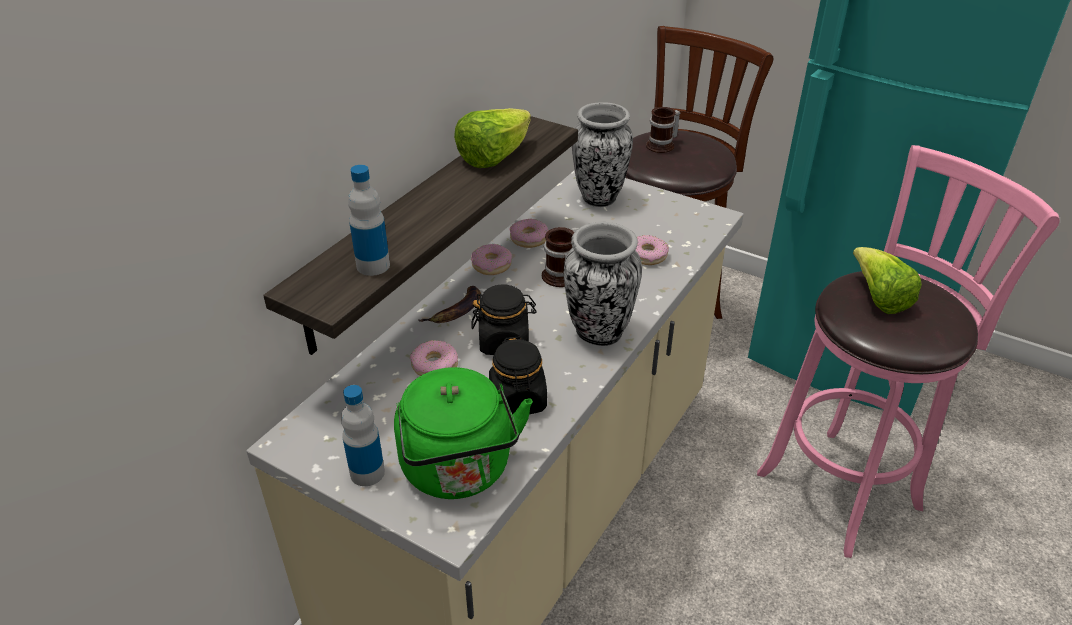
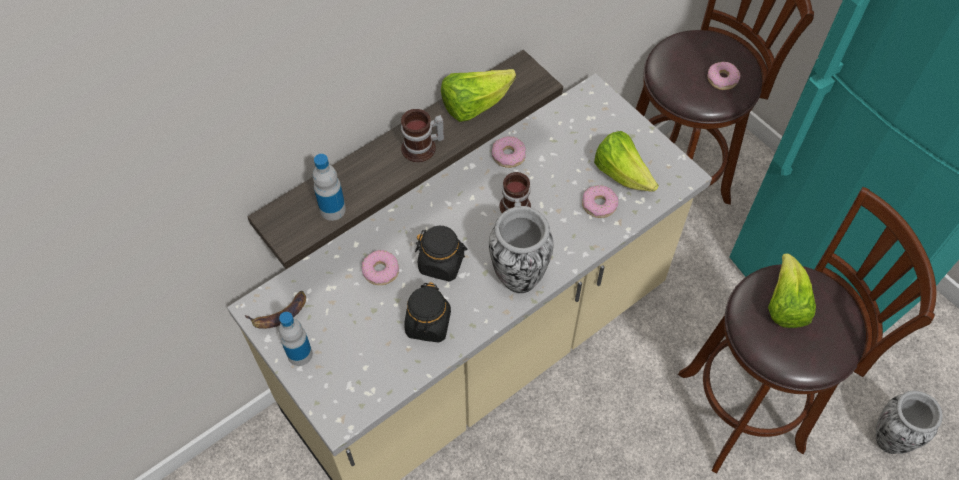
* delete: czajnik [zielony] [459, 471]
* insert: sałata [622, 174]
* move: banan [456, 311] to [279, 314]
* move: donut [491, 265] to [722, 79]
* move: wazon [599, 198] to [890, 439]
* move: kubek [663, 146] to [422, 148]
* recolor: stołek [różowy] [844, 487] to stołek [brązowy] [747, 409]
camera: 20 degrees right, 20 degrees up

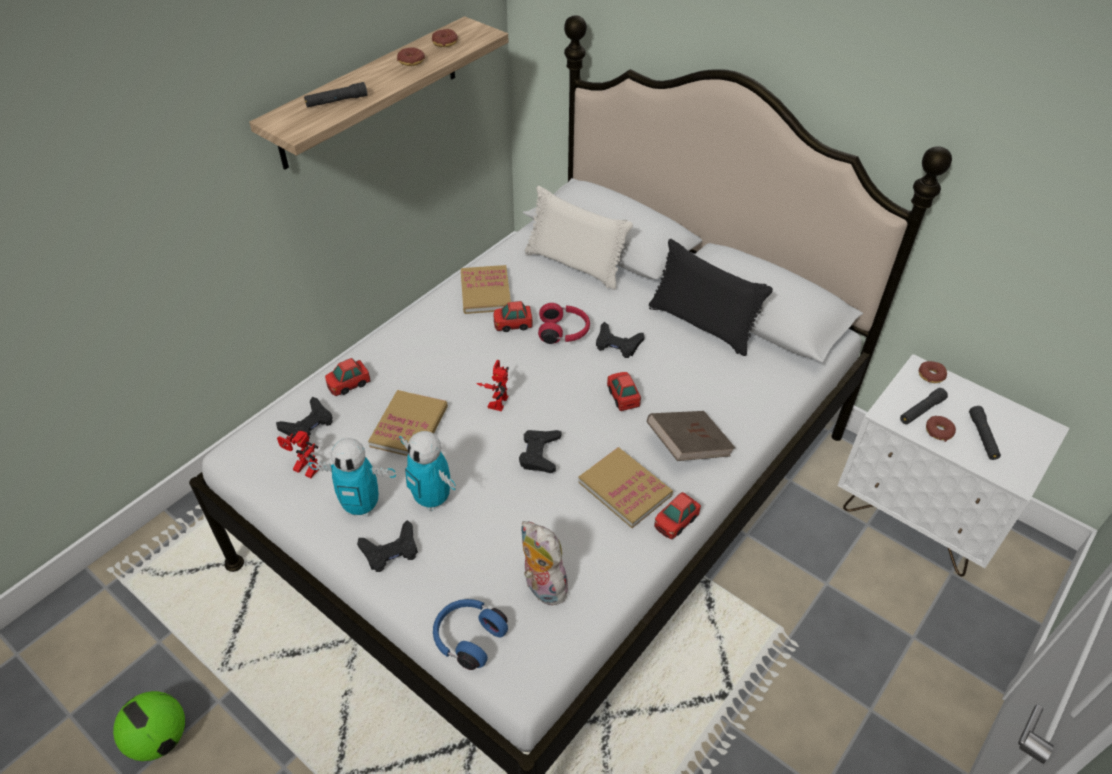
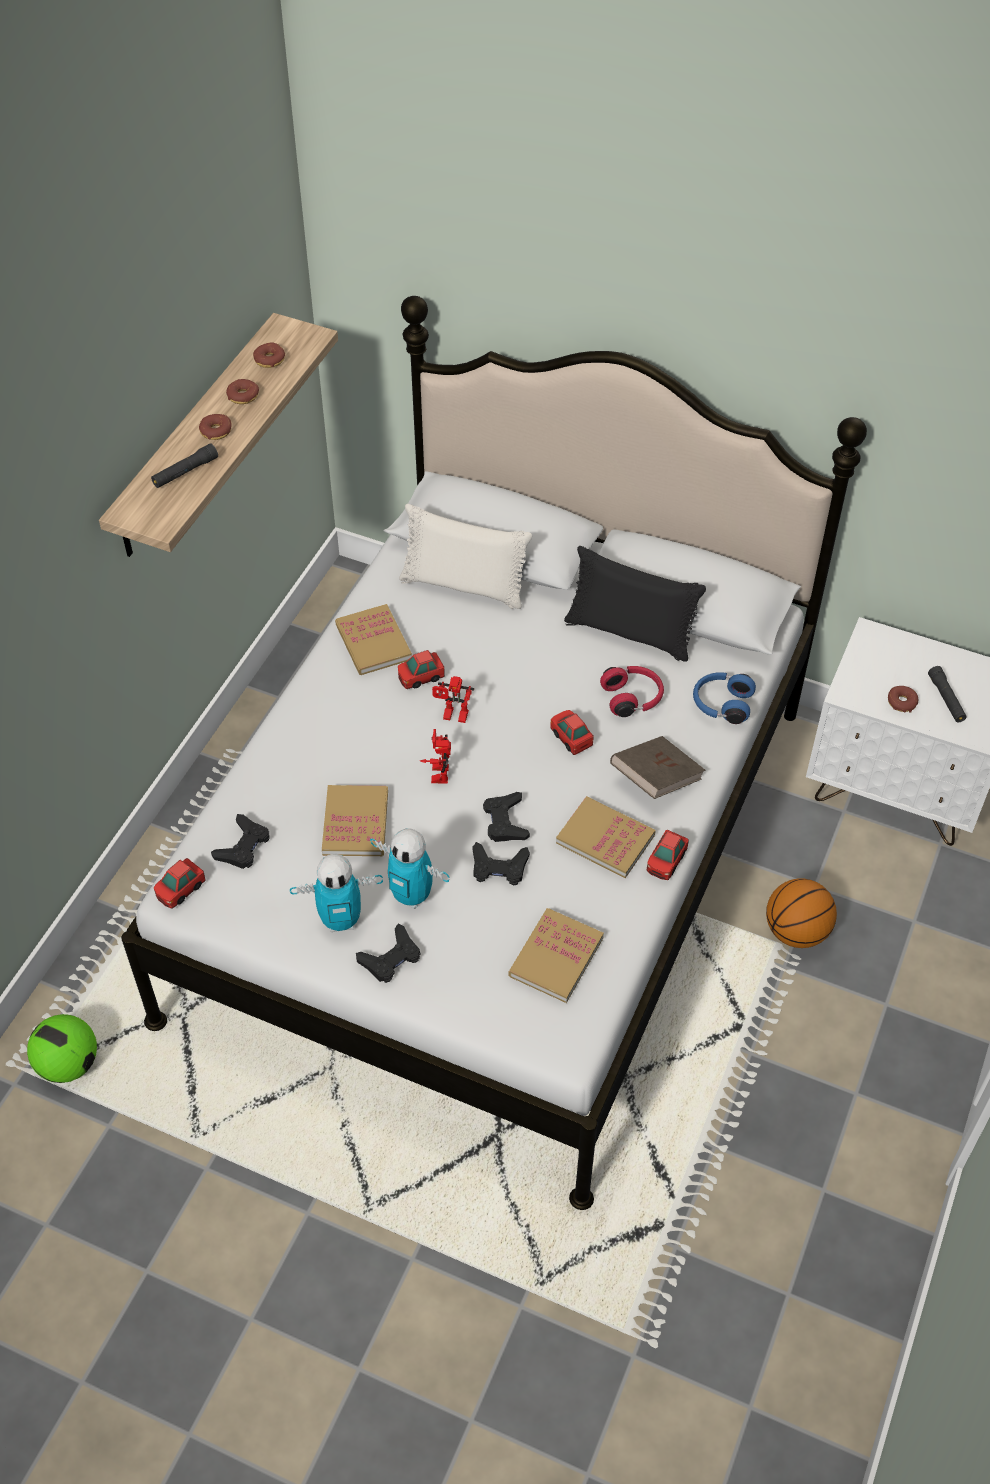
* delete: latarka [czarny] [921, 410]
* insert: piłka do koszykówki [795, 931]
* move: piłka futbolowa [159, 738] to [68, 1064]
* move: robot zabawkowy [303, 470] to [453, 717]
* move: samochodzik [348, 384] to [180, 889]
* move: słuchawki [niebieski] [468, 637] to [721, 704]
* move: słuchawki [czerwony] [564, 332] to [633, 698]
* move: pad do gier [czarny] [617, 344] to [499, 868]
* move: donut [931, 375] to [216, 431]
* replace: pluszak [542, 586] to książka [556, 957]
camera: 15 degrees left, 5 degrees up

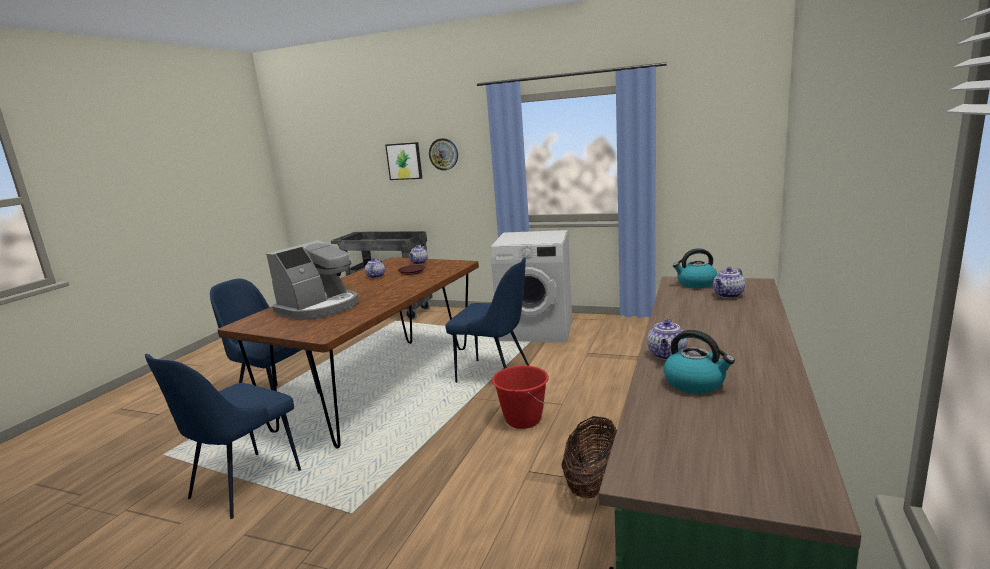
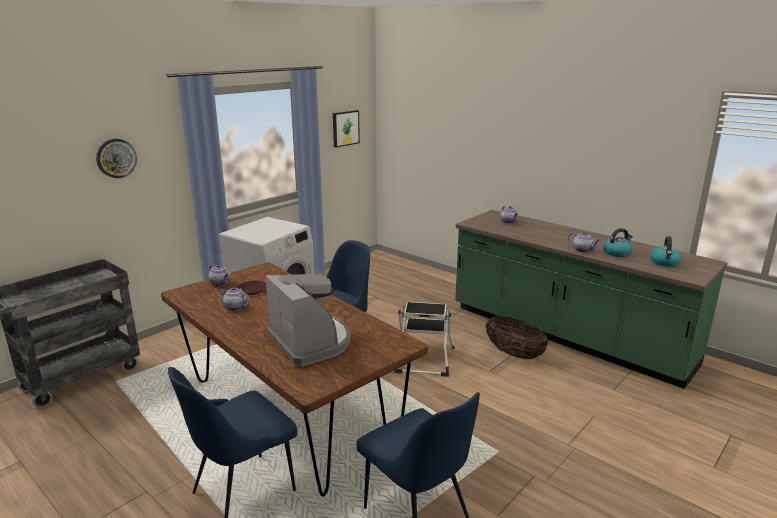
* move: obraz [404, 161] to [345, 128]
* move: czajnik [696, 284] to [664, 263]
* replace: wiadro [czerwony] [523, 420] to drabinka [423, 358]
camera: 70 degrees left, 5 degrees up

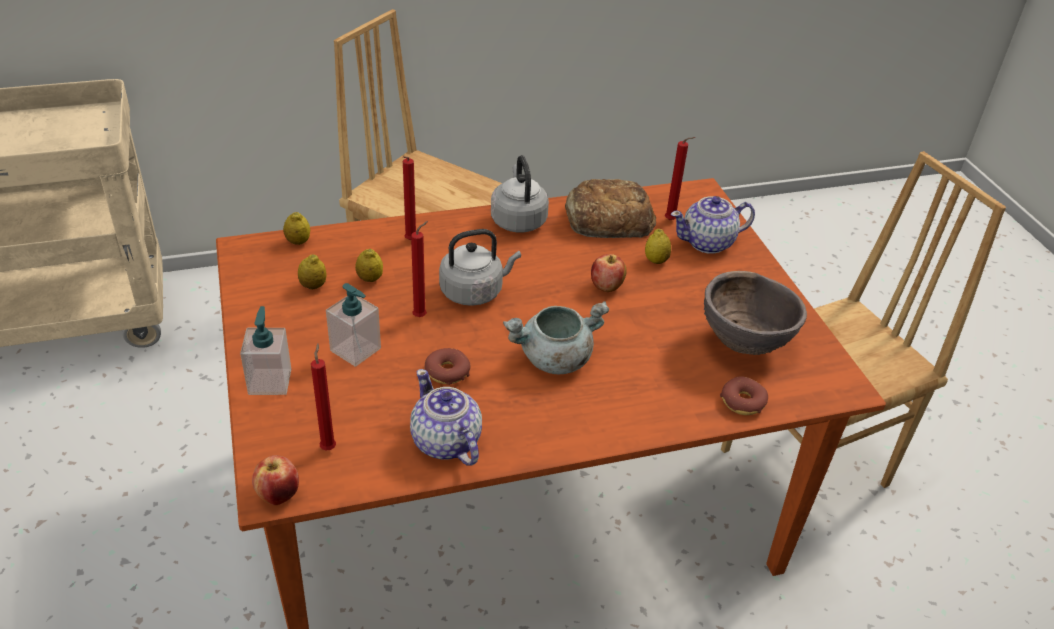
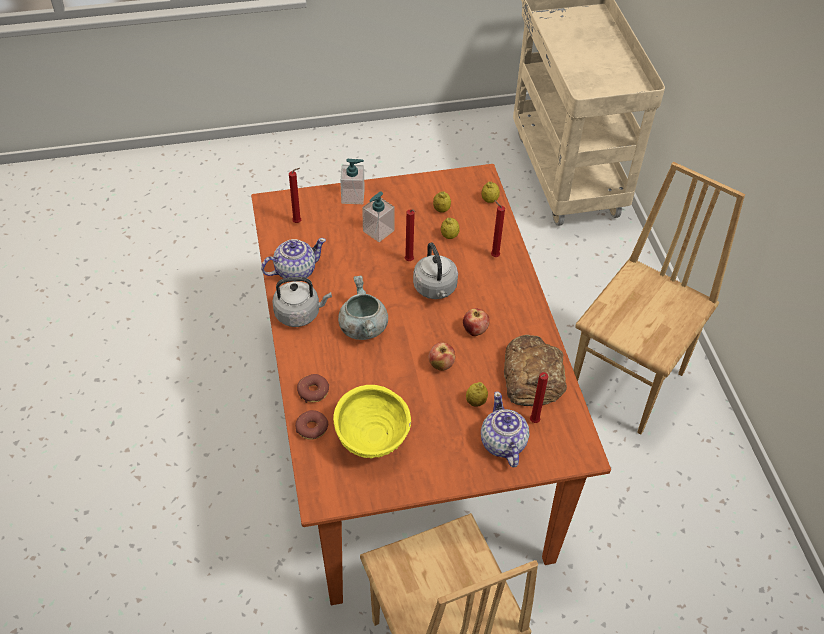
* move: jabłko [278, 495] to [475, 331]
* move: donut [447, 372] to [313, 391]
* move: czajnik [szary] [518, 220] to [300, 314]
* recolor: miska [brązowy] [744, 344] to miska [żółty] [372, 442]
camera: 95 degrees right, 10 degrees up

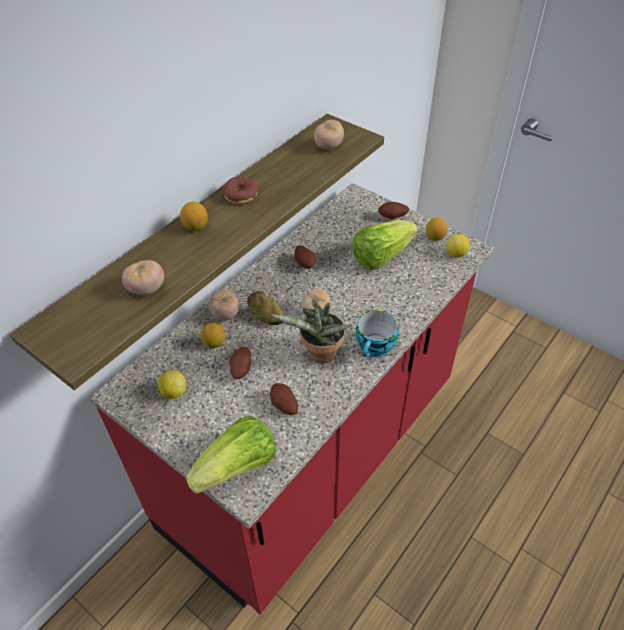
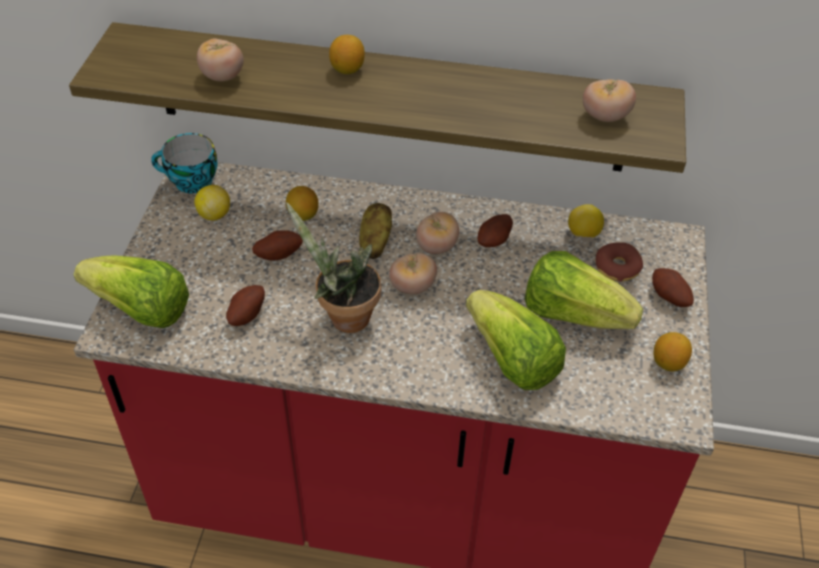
* insert: sałata [511, 360]
* move: pomidor [225, 314] to [436, 246]
* move: donut [241, 195] to [617, 267]
* move: filiżanka [375, 348] to [190, 182]
* move: cytryna [456, 254] to [583, 234]
camera: 60 degrees right, 0 degrees up

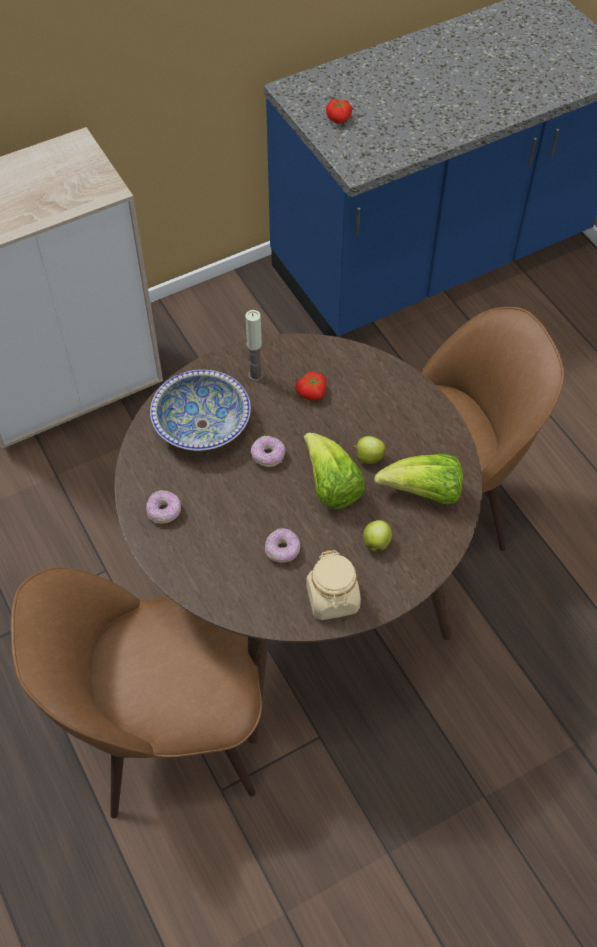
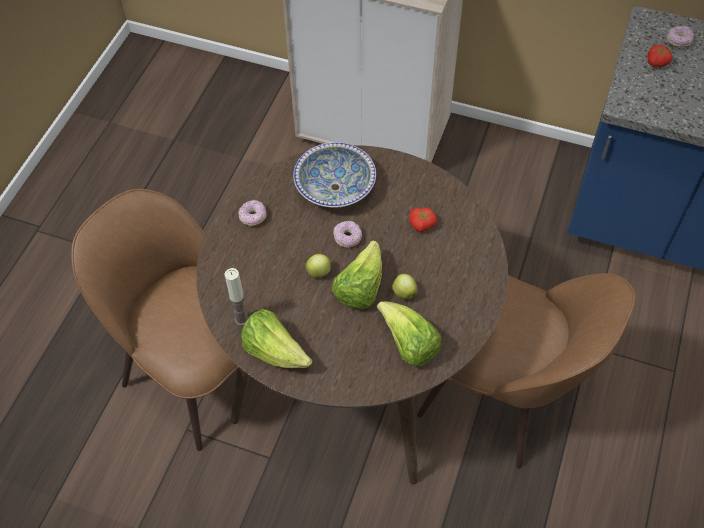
* move: świeca [255, 375] to [241, 319]
* move: donut [282, 550] to [678, 41]
* move: jabłko [376, 542] to [319, 272]
* replace: słoik [beżowy] [333, 599] to sałata [275, 351]
camera: 50 degrees right, 0 degrees up

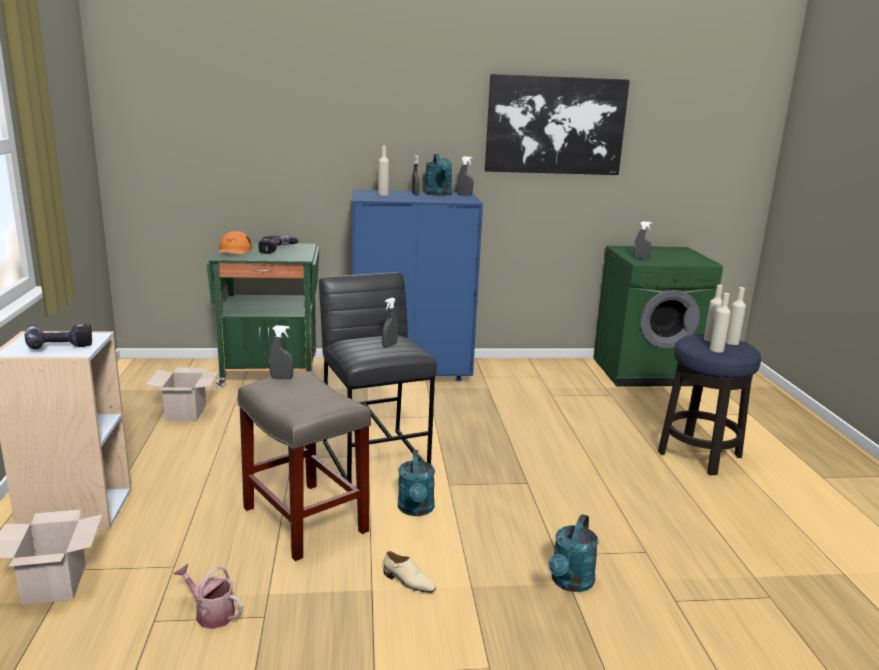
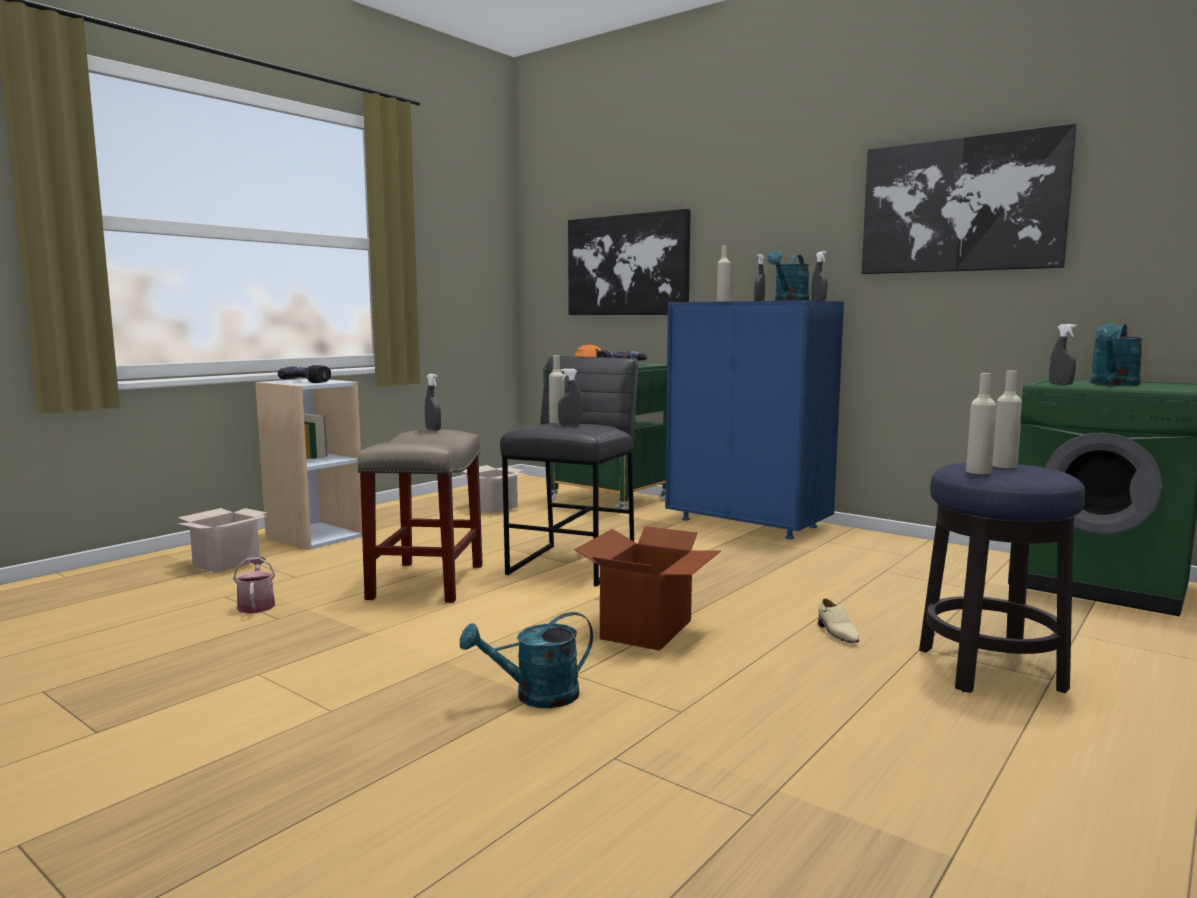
* insert: obraz [627, 265]
* insert: karton [648, 629]
* move: but [beżowy] [408, 582] to [837, 633]
* move: konewka [turkusowy] [416, 510] to [1113, 384]
* move: butelka [beżowy] [732, 342] to [557, 422]
camera: 45 degrees right, 10 degrees down

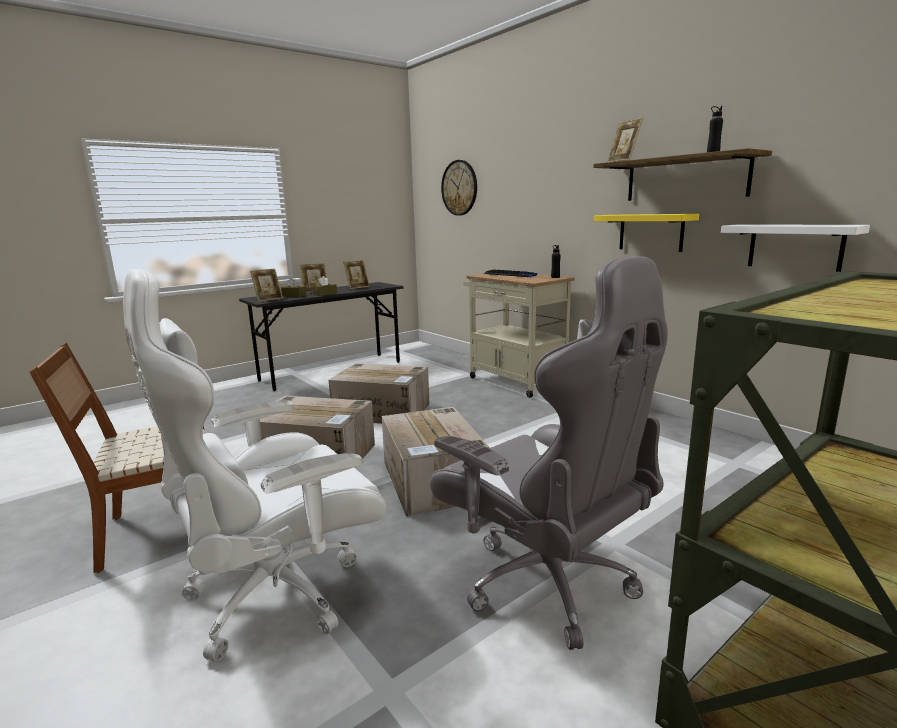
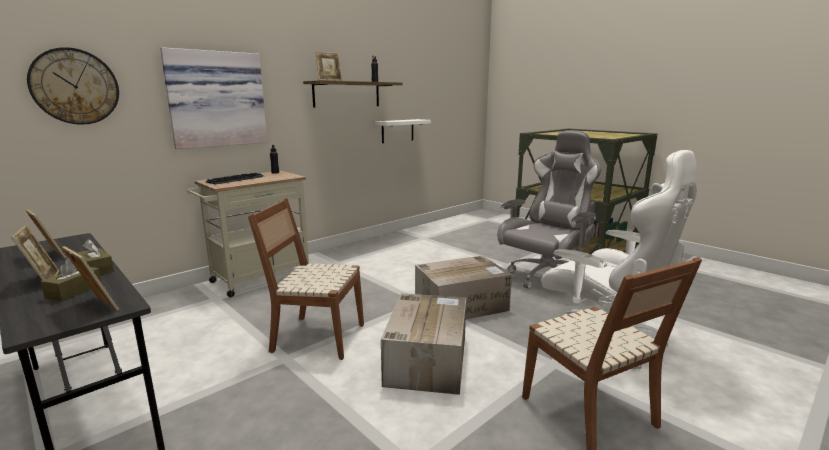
* delete: półka [żółty] [651, 232]
* insert: obraz [216, 99]
* replace: karton [383, 411] to krzesło [315, 337]
camera: 95 degrees left, 0 degrees up

